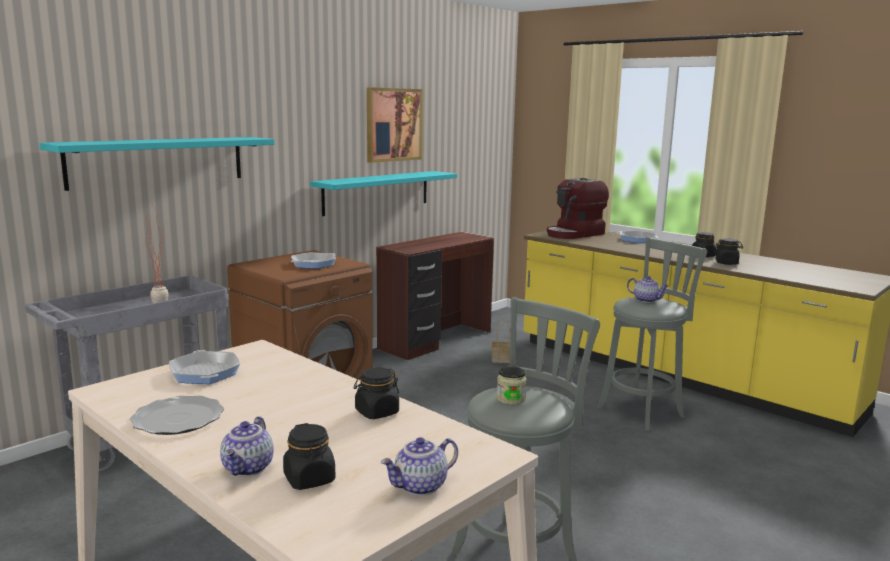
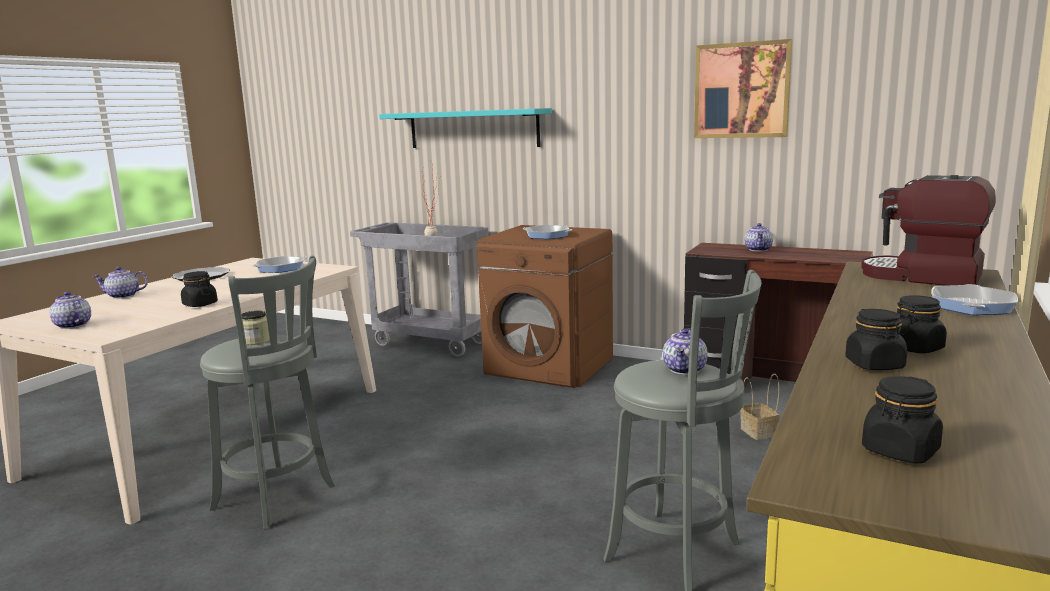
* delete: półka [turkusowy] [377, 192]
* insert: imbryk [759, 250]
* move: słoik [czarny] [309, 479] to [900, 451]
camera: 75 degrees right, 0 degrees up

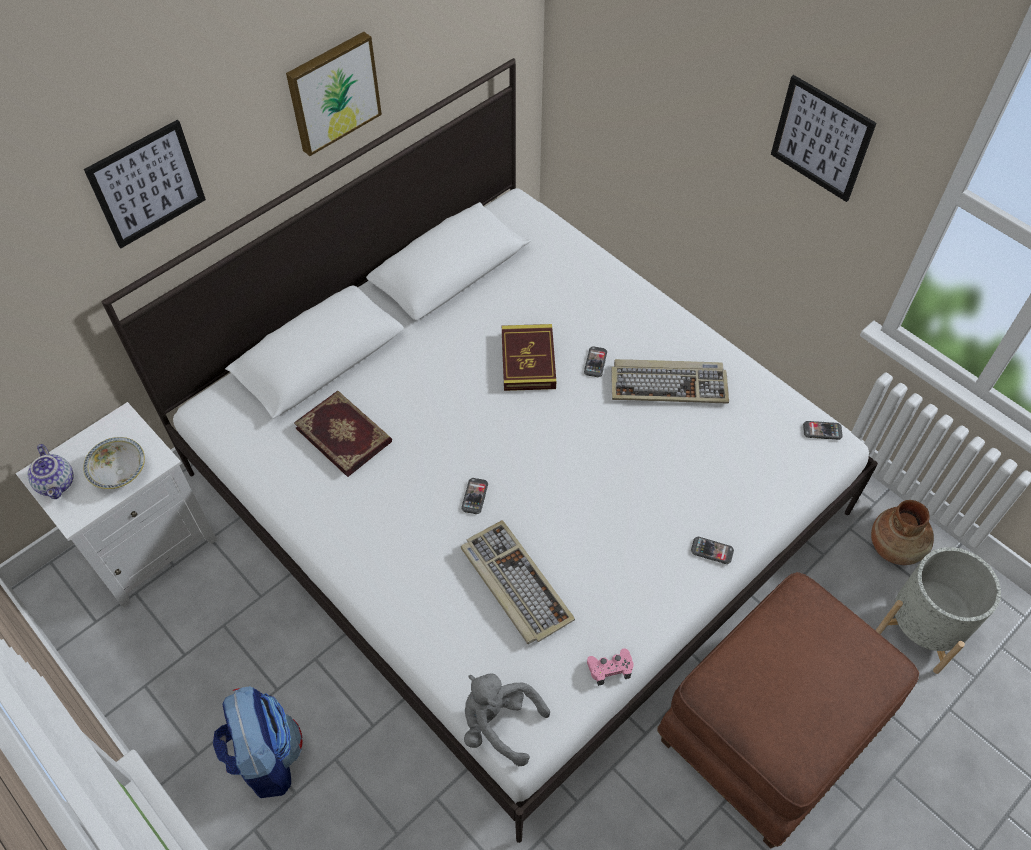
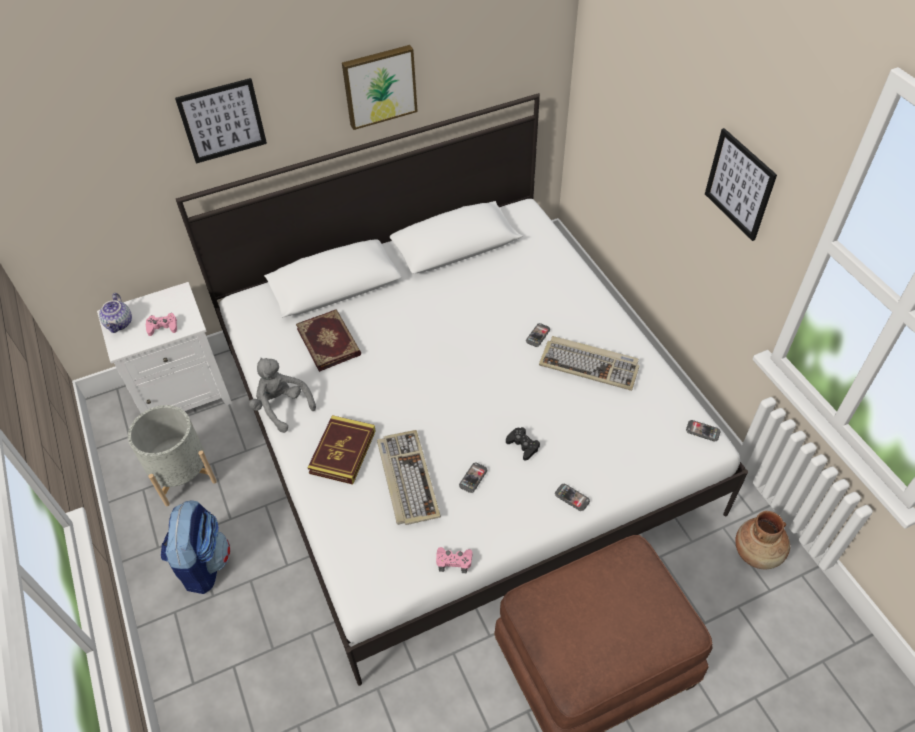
* insert: pad do gier [czarny] [523, 445]
* move: telefon [474, 496] to [473, 478]
* move: pluszak [szary] [498, 724] to [281, 407]
* move: książka [528, 360] to [343, 452]
* move: donica [szary] [922, 628] to [182, 475]
* replace: miska [120, 472] to pad do gier [różowy] [163, 327]
camera: 20 degrees right, 5 degrees down

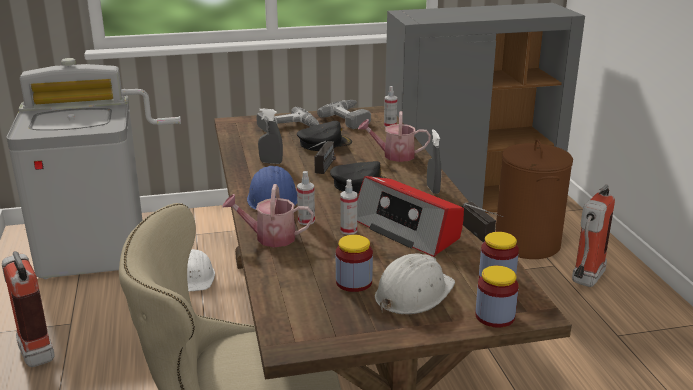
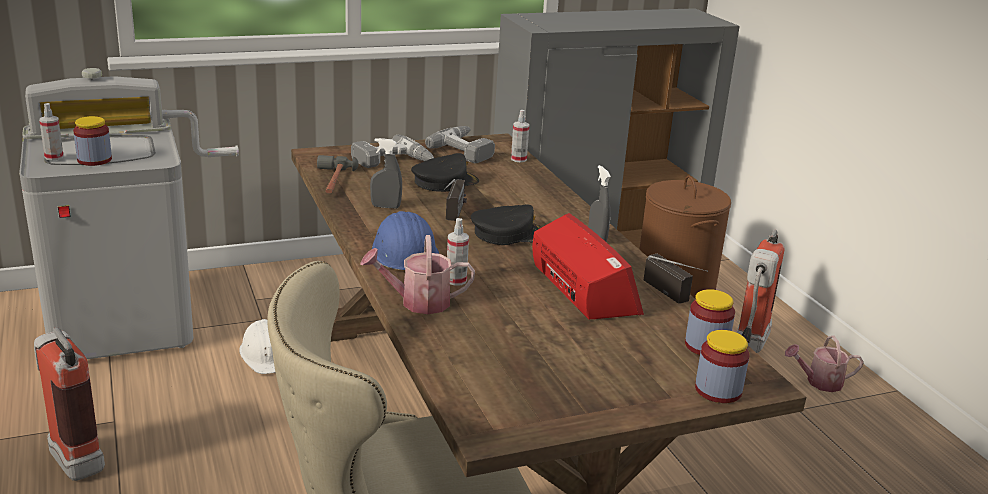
* delete: kask [biały] [413, 293]
* insert: młotek [332, 182]
* move: słoik [354, 282] to [94, 160]
* move: spryskiwacz [348, 230] to [54, 157]
* move: konewka [394, 155] to [819, 382]
* rotate: radio [407, 229] = [583, 288] 150 degrees counterclockwise
camera: 10 degrees left, 0 degrees up

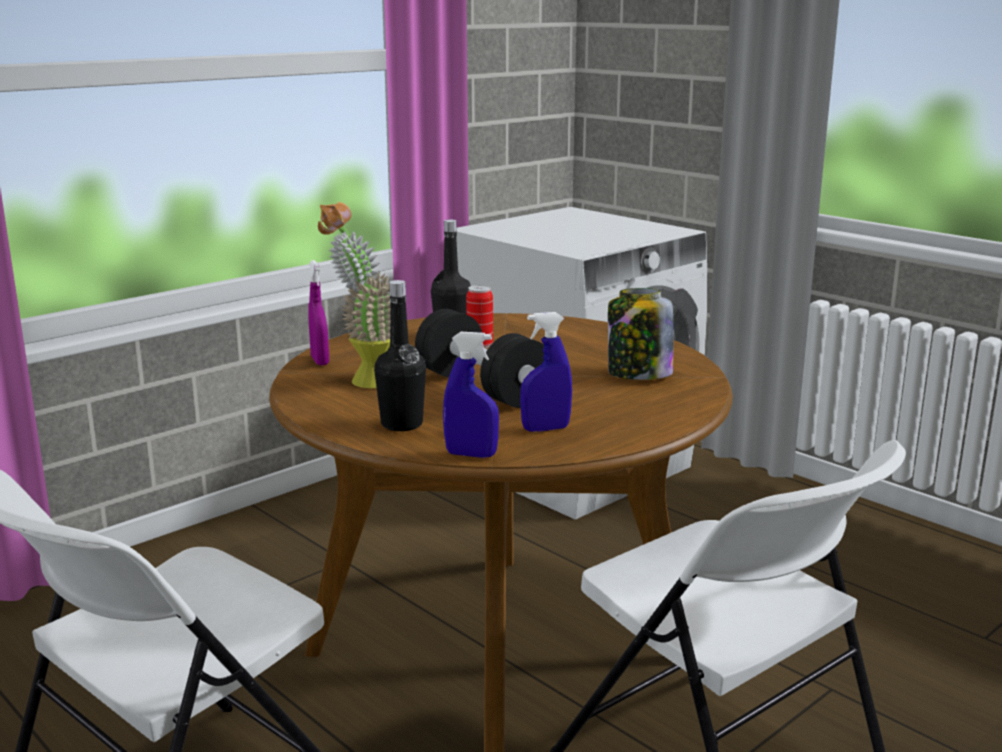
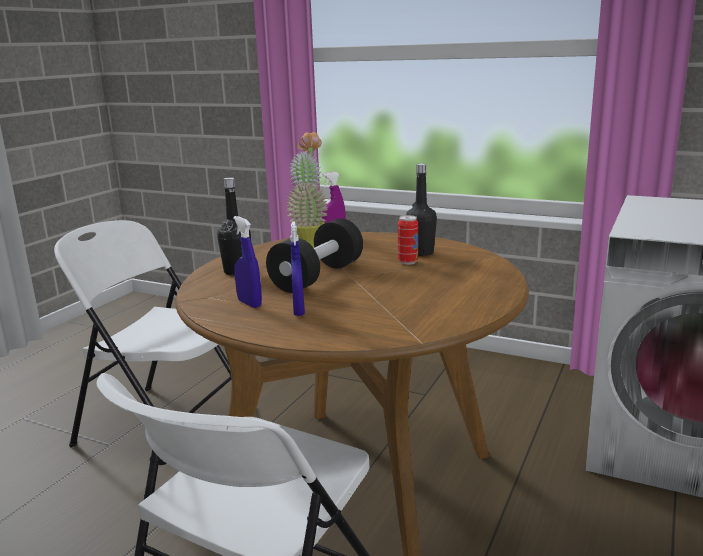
* delete: słoik [638, 374]
* move: spryskiwacz [niebieski] [471, 454] to [299, 311]
camera: 70 degrees right, 0 degrees up

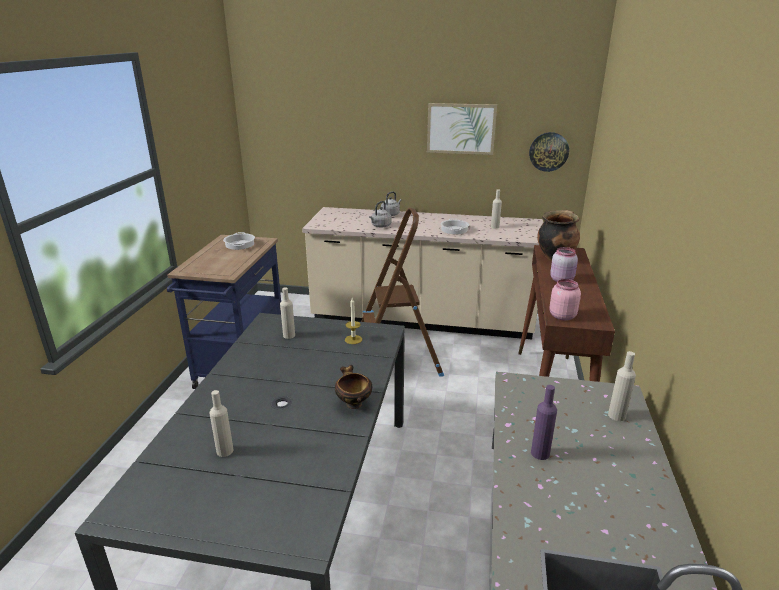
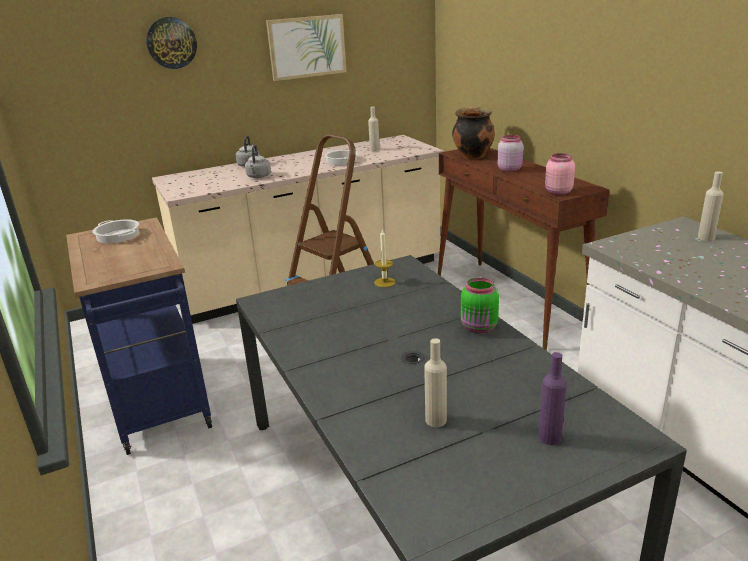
* delete: butelka [beżowy] [289, 335]
* move: zegar ścienny [548, 151] to [171, 43]
* move: butelka [fioletowy] [540, 453] to [549, 437]
* replace: miska [353, 403] to słoik [zielony] [479, 328]
camera: 35 degrees left, 0 degrees up

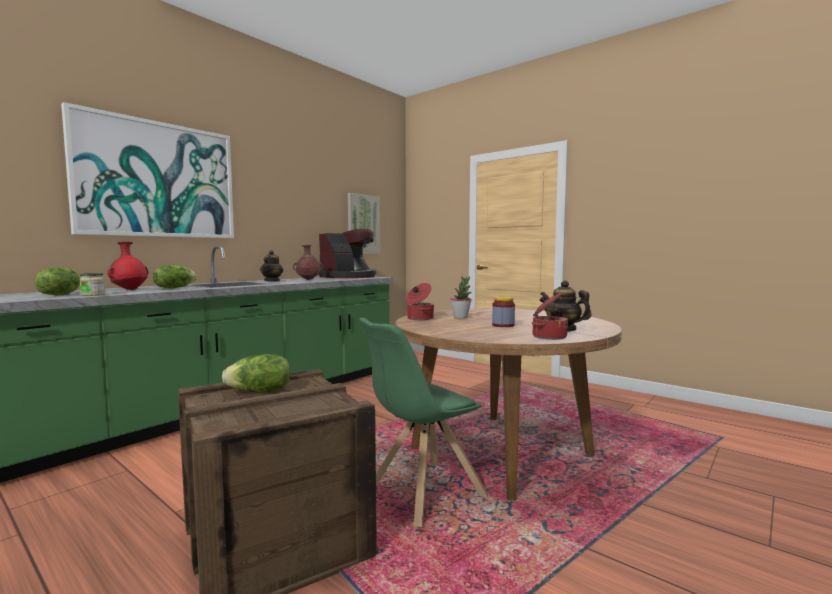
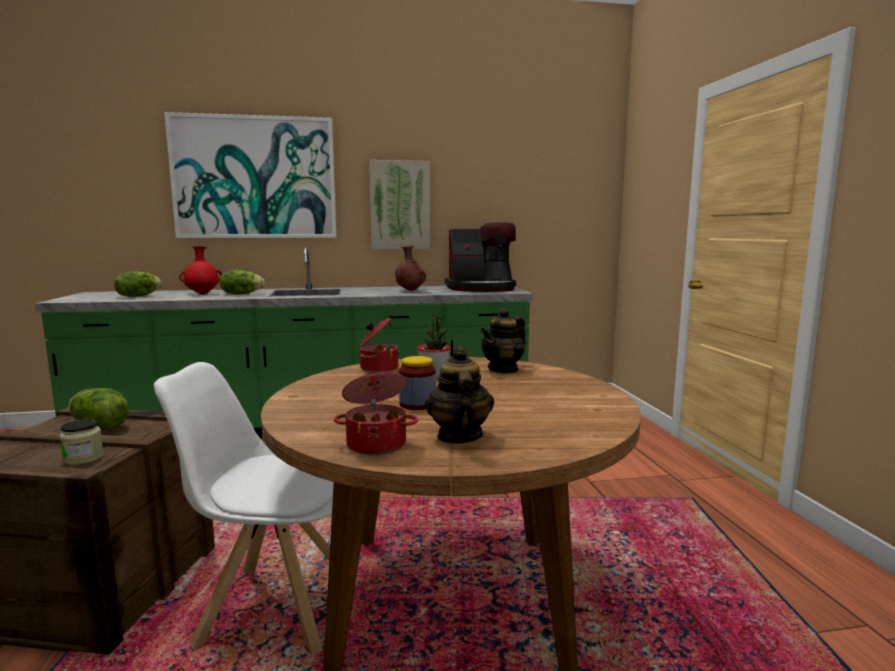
* move: słoik [93, 295] to [83, 458]
* move: imbryk [272, 281] to [503, 369]
* move: obraz [363, 224] to [400, 205]
* recolor: krzesło [zielony] [422, 493] to krzesło [biały] [270, 607]
camera: 40 degrees right, 5 degrees up

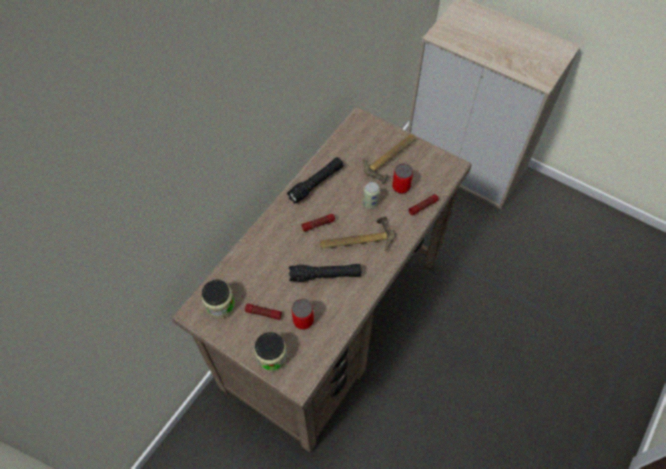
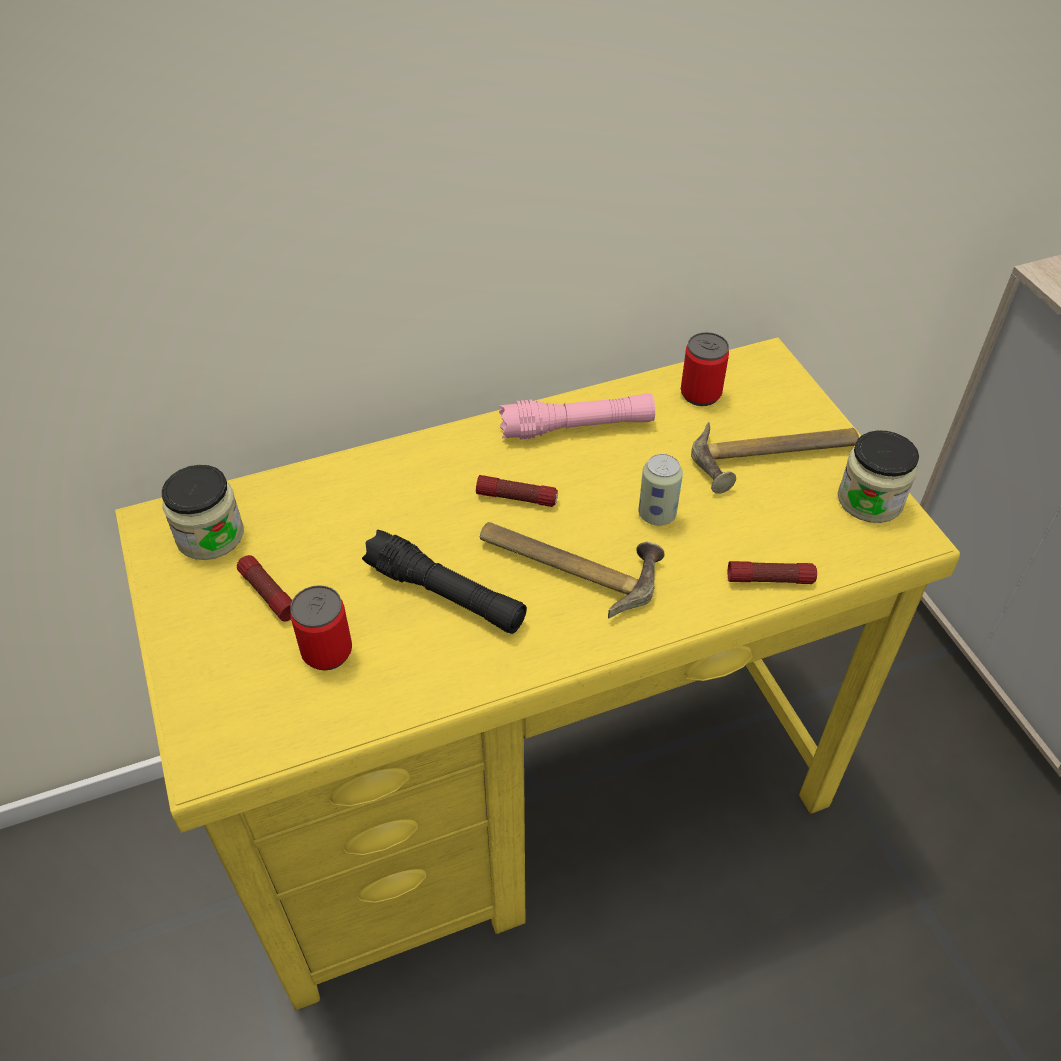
* move: słoik [272, 357] to [870, 500]
* move: puszka [401, 187] to [700, 393]
* recolor: biurko [brązowy] [332, 321] to biurko [żółty] [531, 788]
* recolor: latarka [czarny] [316, 184] to latarka [różowy] [577, 427]
camera: 35 degrees right, 10 degrees down

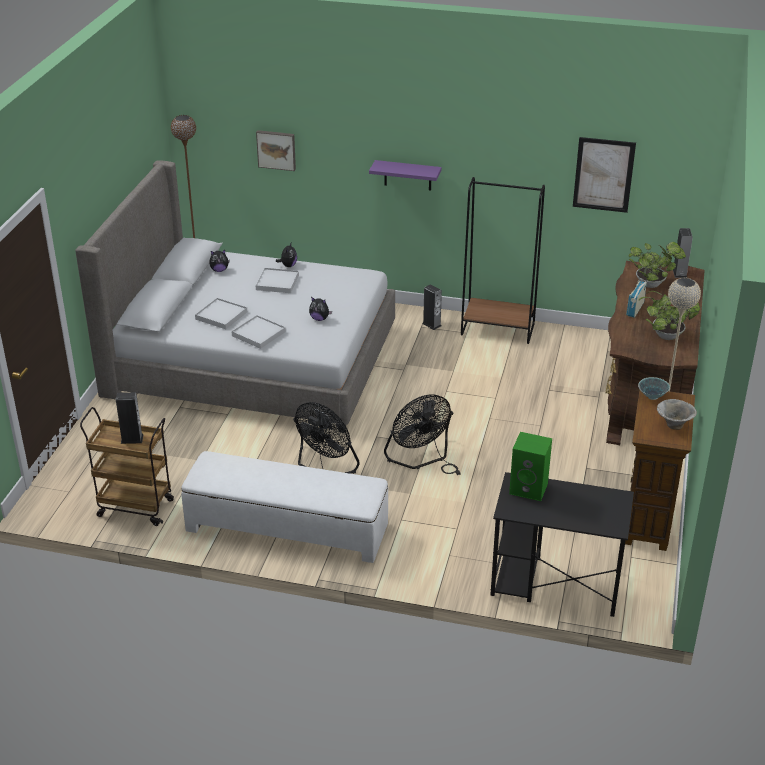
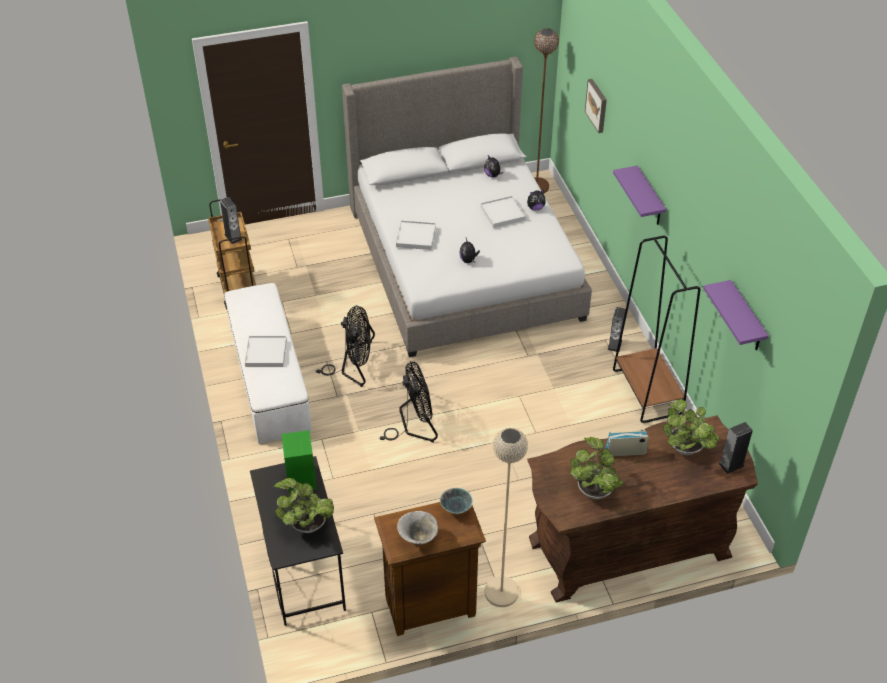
* insert: roślina doniczkowa [306, 524]
* move: taca [biały] [221, 315] to [266, 353]
* replace: obraz [603, 174] to półka [fioletowy] [746, 318]
* rotate: wentylator [czarny] [426, 458] = [413, 422] 45 degrees clockwise
camera: 60 degrees right, 10 degrees up

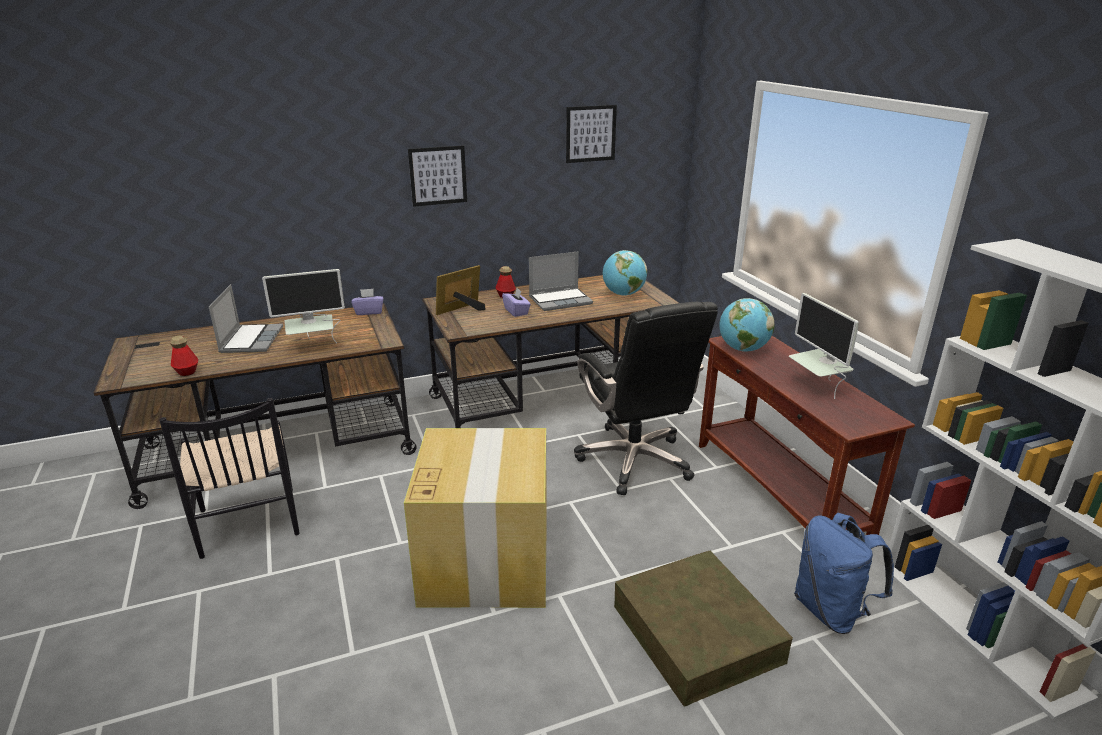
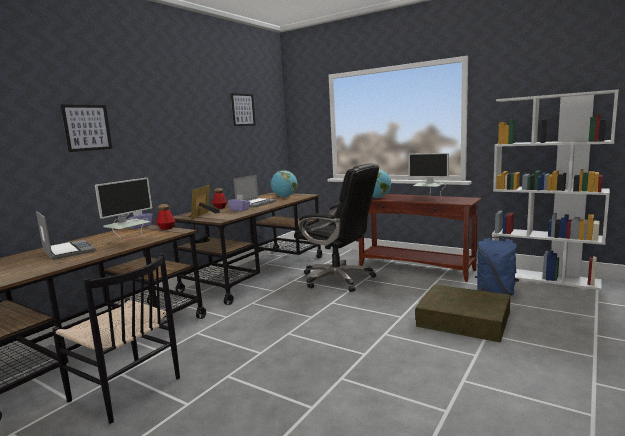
* delete: karton [486, 561]
* move: butelka [187, 372] to [166, 228]
* move: obraz [438, 175] to [87, 127]
camera: 35 degrees left, 15 degrees down

